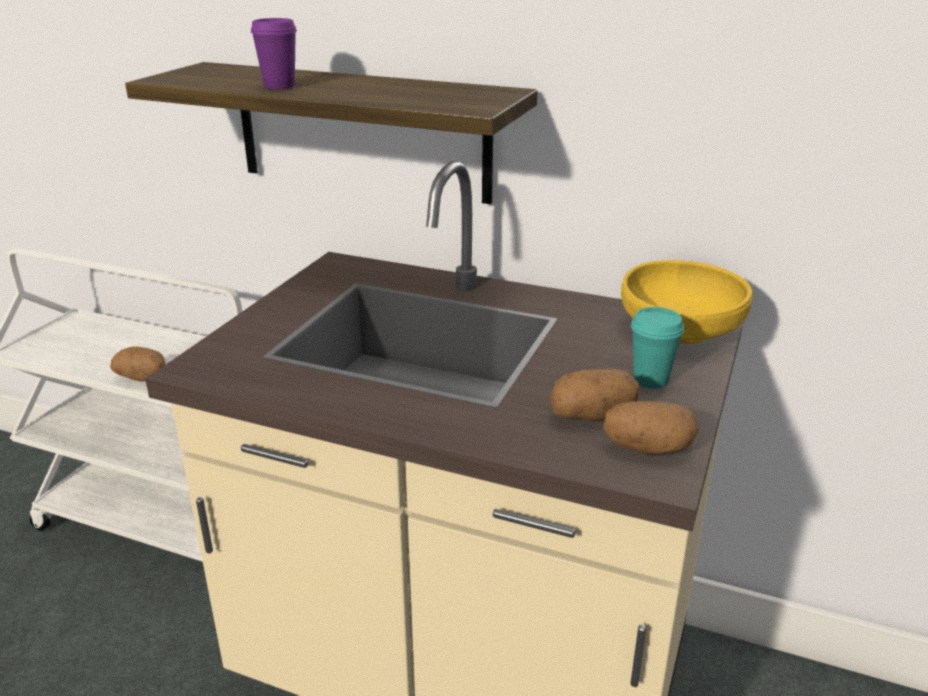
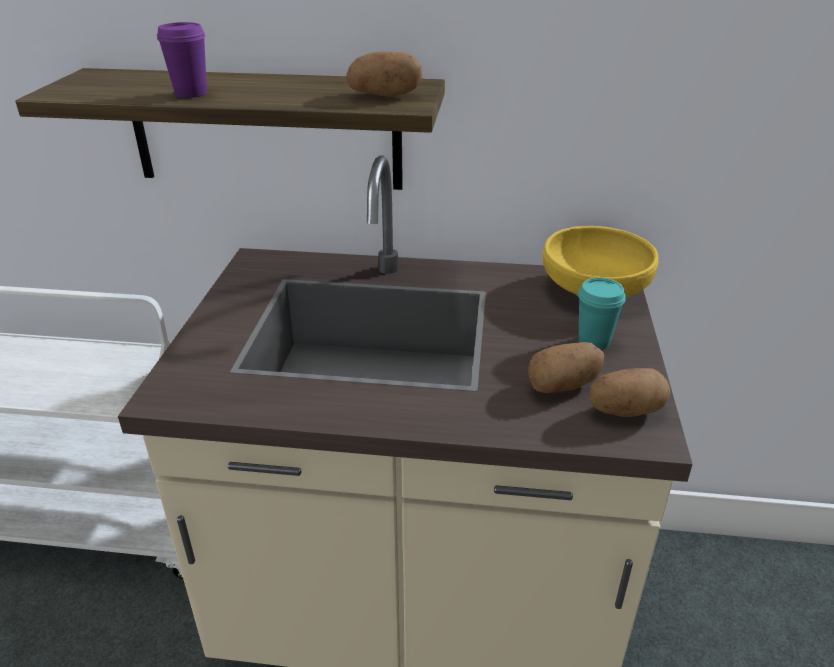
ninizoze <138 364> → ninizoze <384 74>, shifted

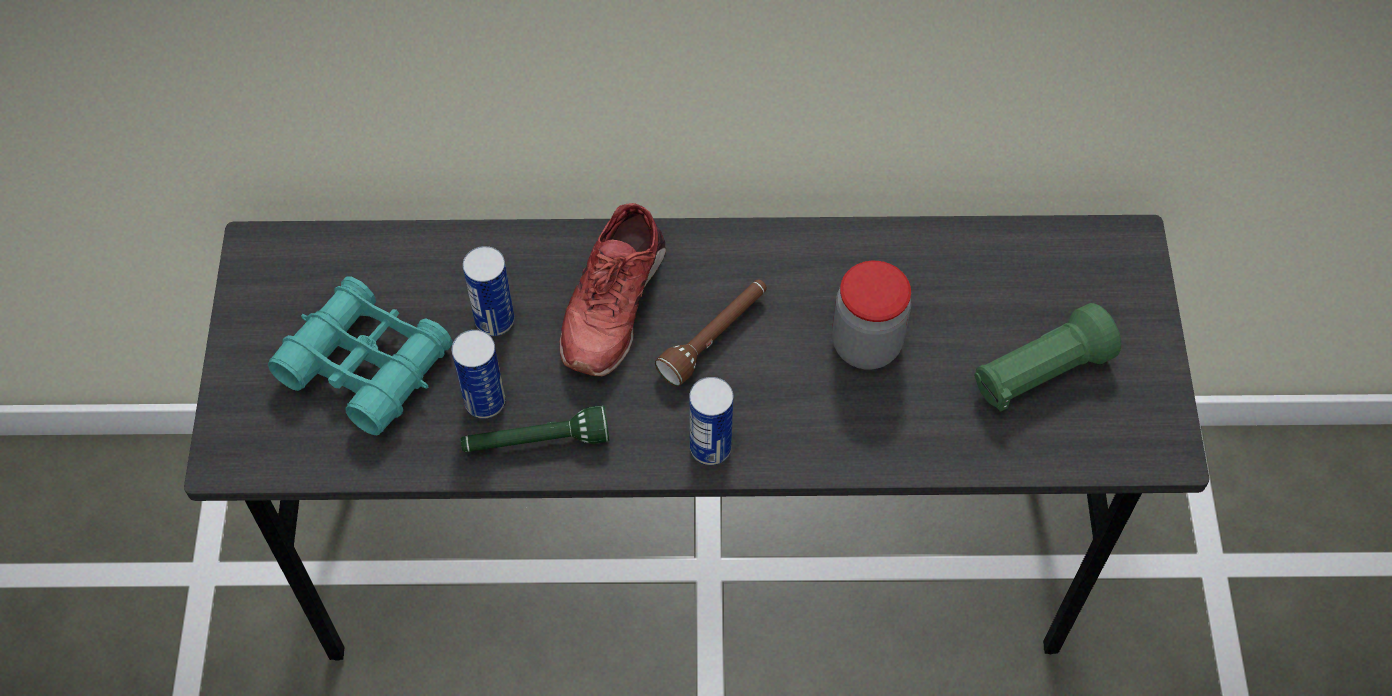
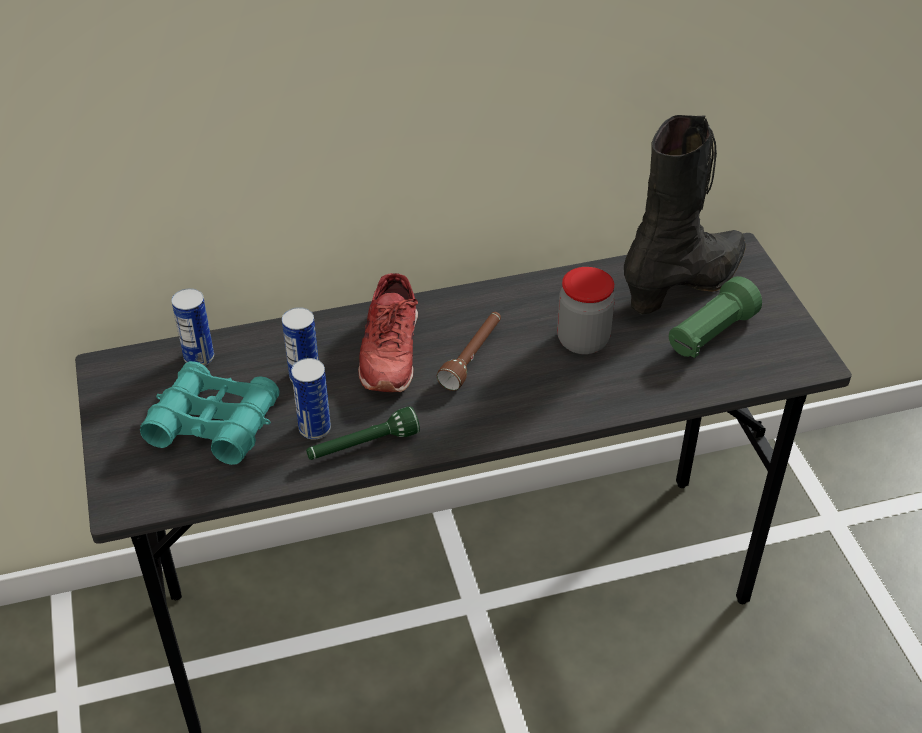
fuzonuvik <711 421> → fuzonuvik <192 327>, shifted
- → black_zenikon <685 214>

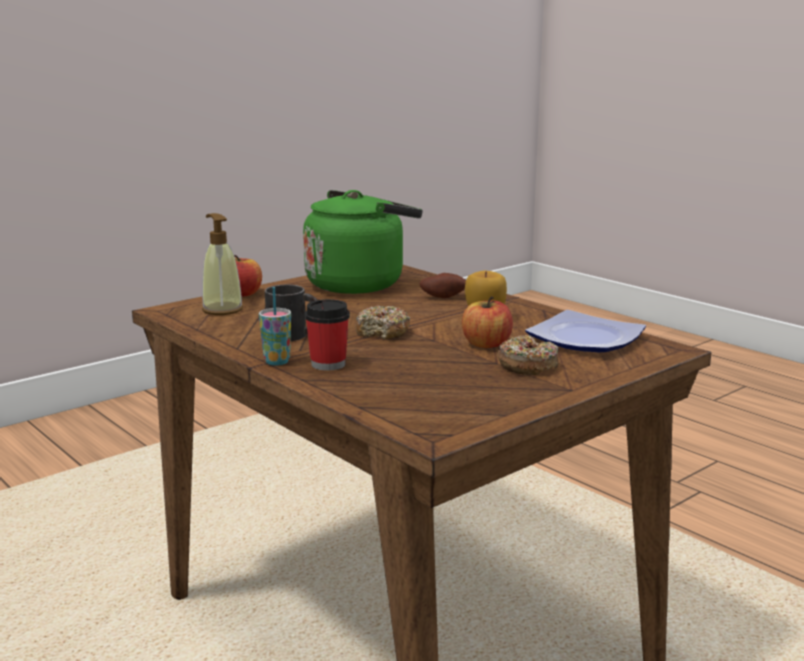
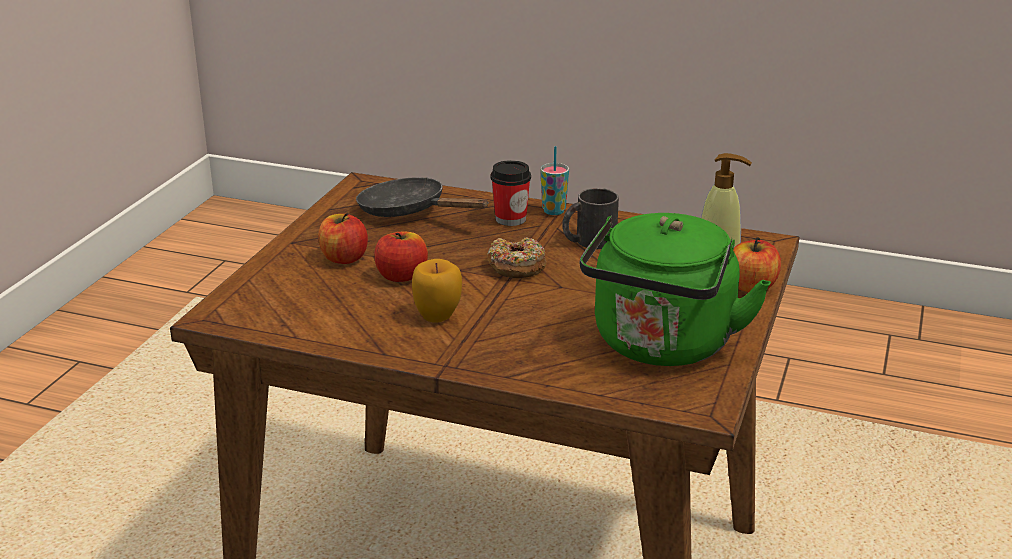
ninizoze <443 285> → -
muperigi <585 331> → -
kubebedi <528 355> → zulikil <343 238>
- → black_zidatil <422 197>

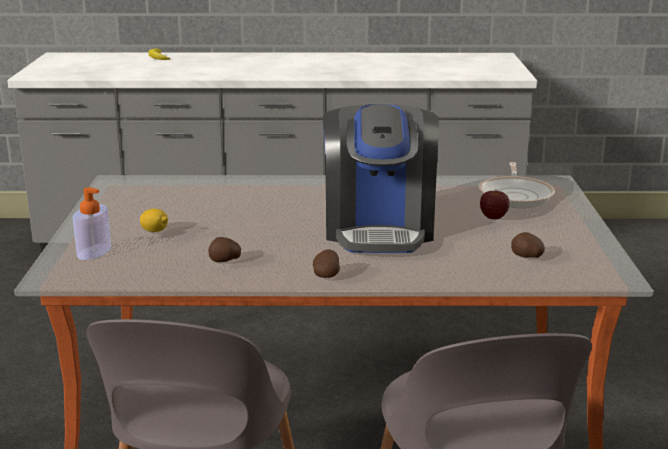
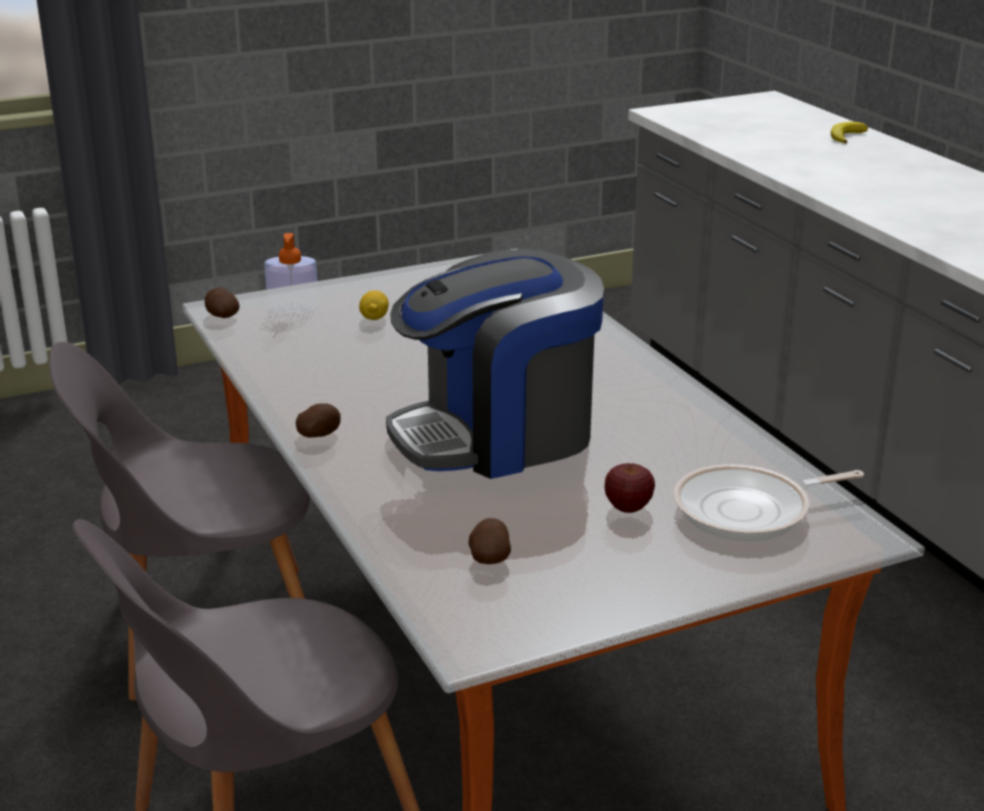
ninizoze <224 249> → ninizoze <222 303>, shifted

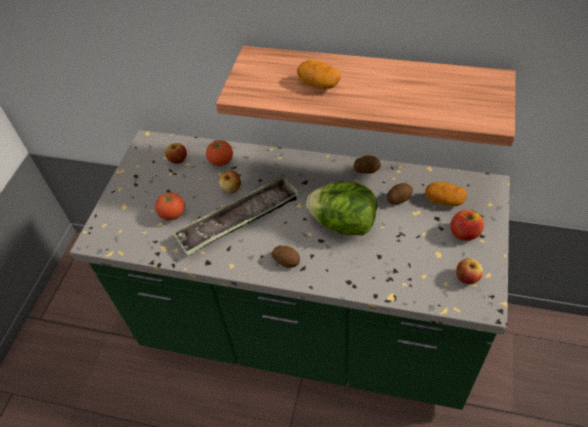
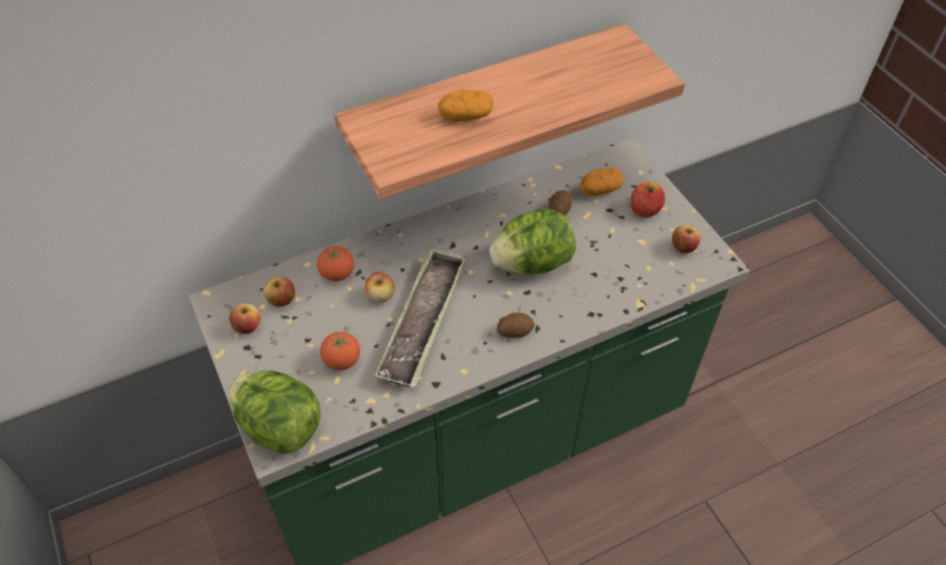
ninizoze <367 164> → -
- → zulikil <245 318>
- → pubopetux <275 412>

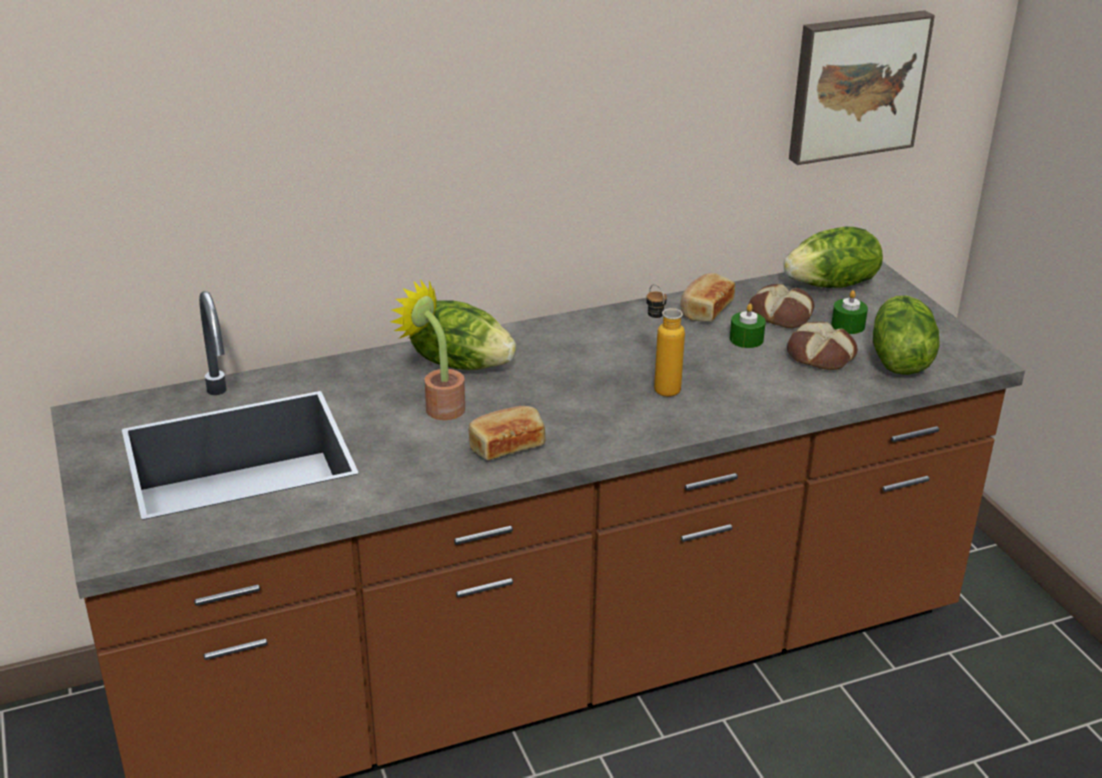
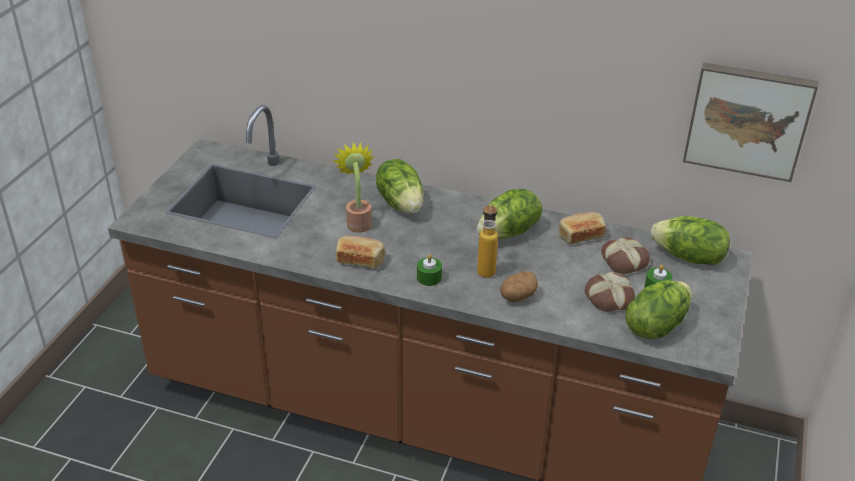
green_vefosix <748 326> → green_vefosix <429 270>, shifted
- → pubopetux <509 214>
- → ninizoze <519 286>

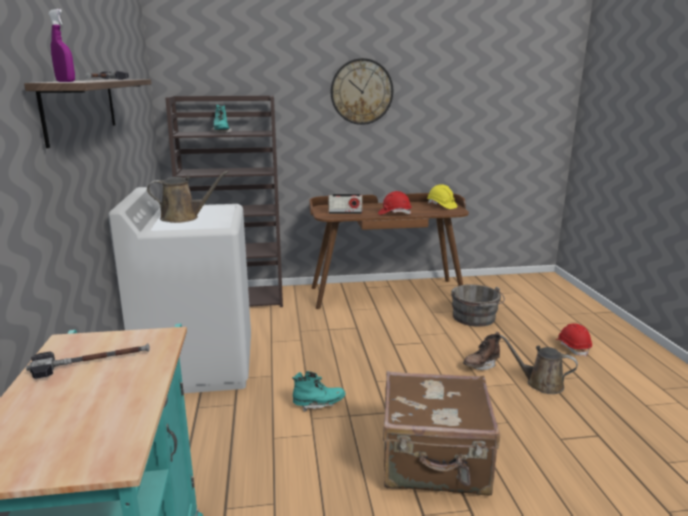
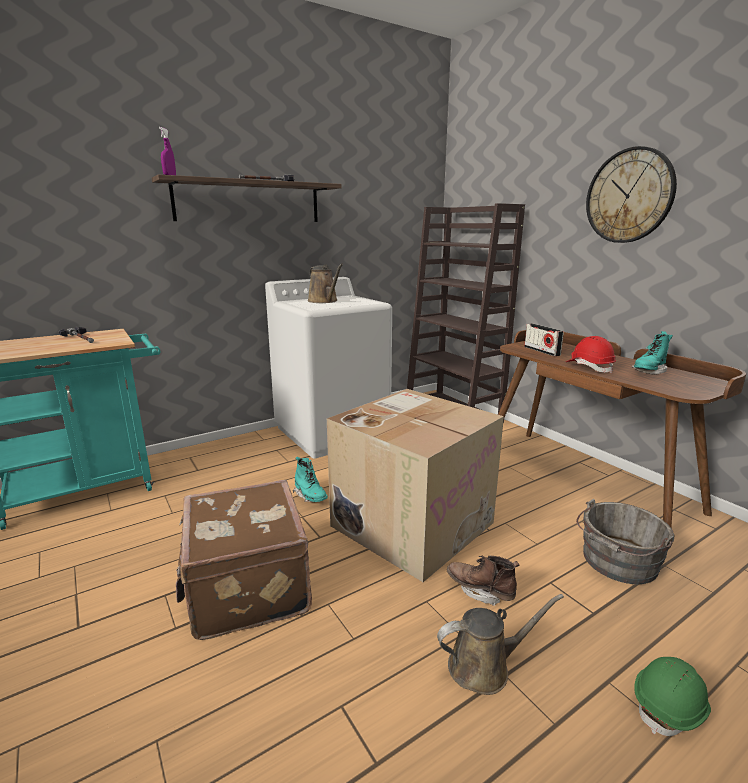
turquoise_zenikon <221 119> → turquoise_zenikon <652 352>, shifted
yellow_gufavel <442 196> → -
red_gufavel <573 340> → green_gufavel <672 696>
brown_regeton <539 364> → brown_regeton <500 644>, 75 degrees clockwise
- → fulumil <415 485>

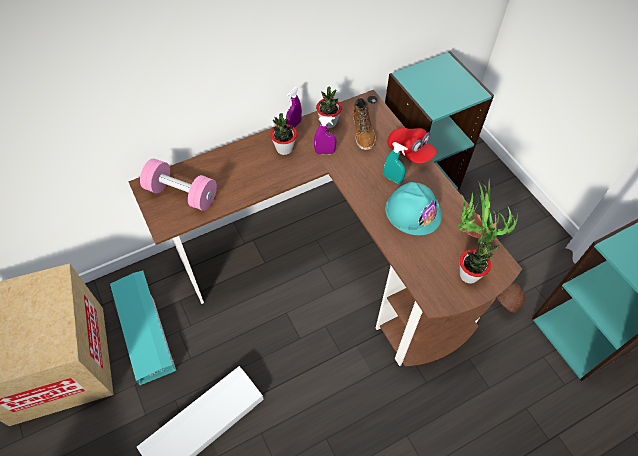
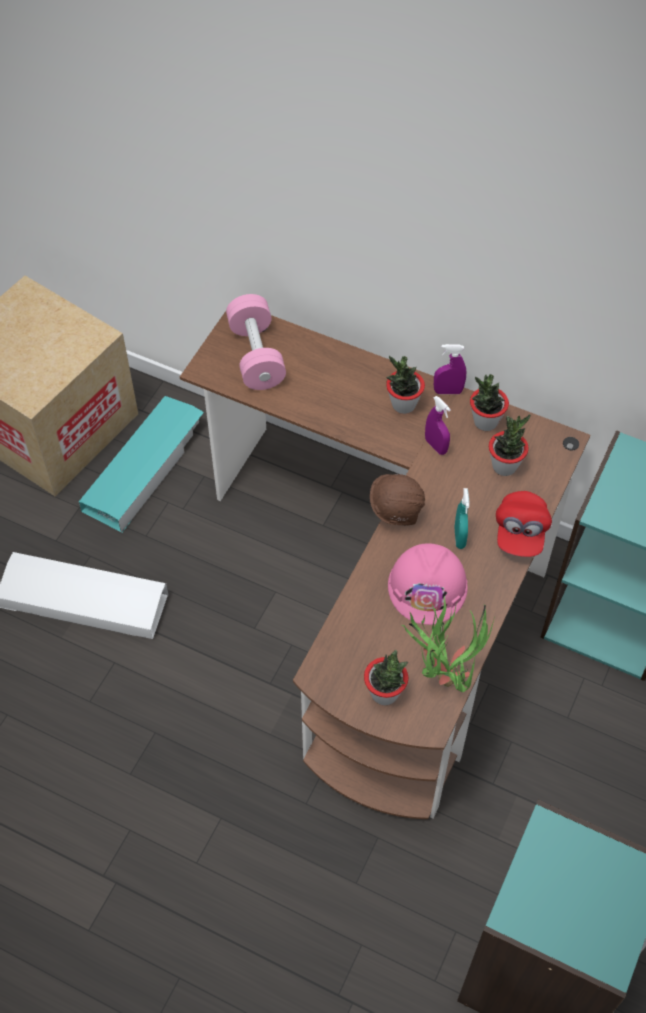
zenikon <364 124> → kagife <510 445>
turquoise_gufavel <413 208> → pink_gufavel <428 584>
brown_gufavel <511 298> → brown_gufavel <397 499>, shifted

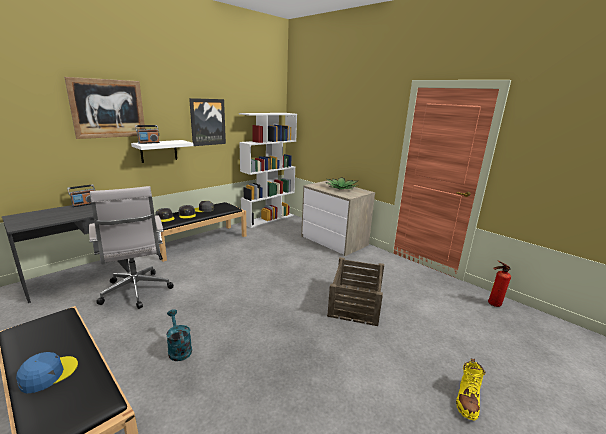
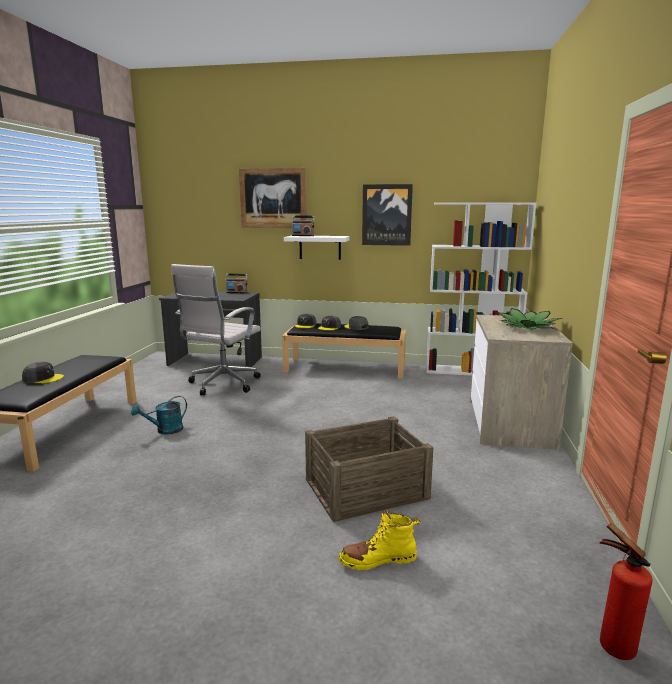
turquoise_regeton <179 335> → turquoise_regeton <159 415>, 150 degrees counterclockwise
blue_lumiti <47 372> → grey_lumiti <43 373>
yellow_zenikon <471 389> → yellow_zenikon <379 539>, shifted

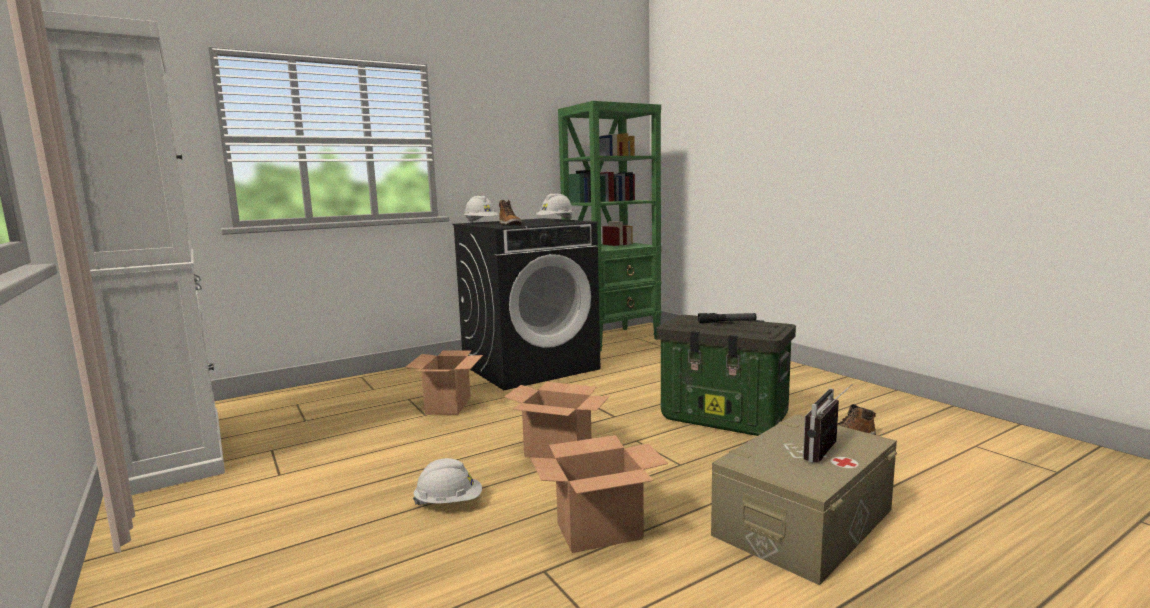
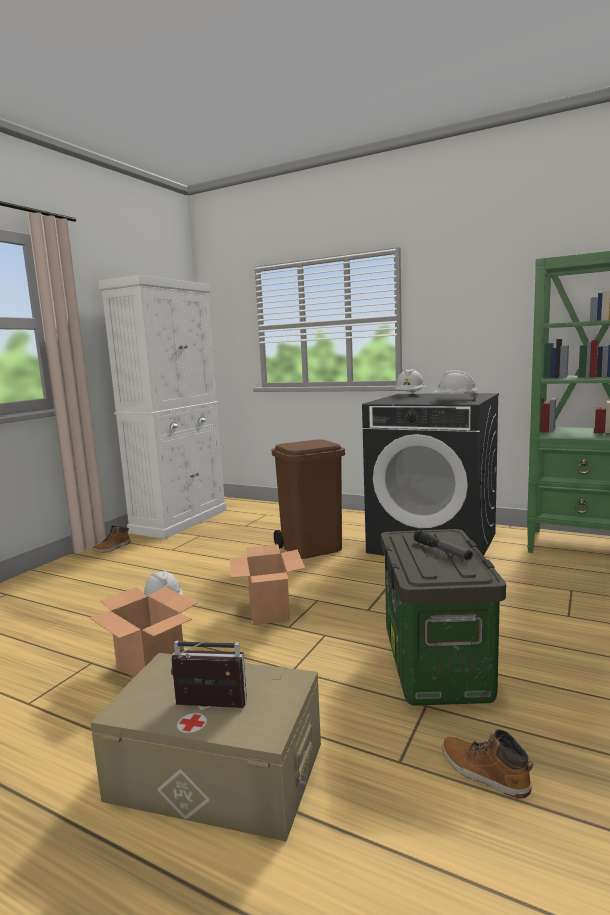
zenikon <510 212> → zenikon <111 538>, shifted
fulumil <444 383> → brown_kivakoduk <308 499>

